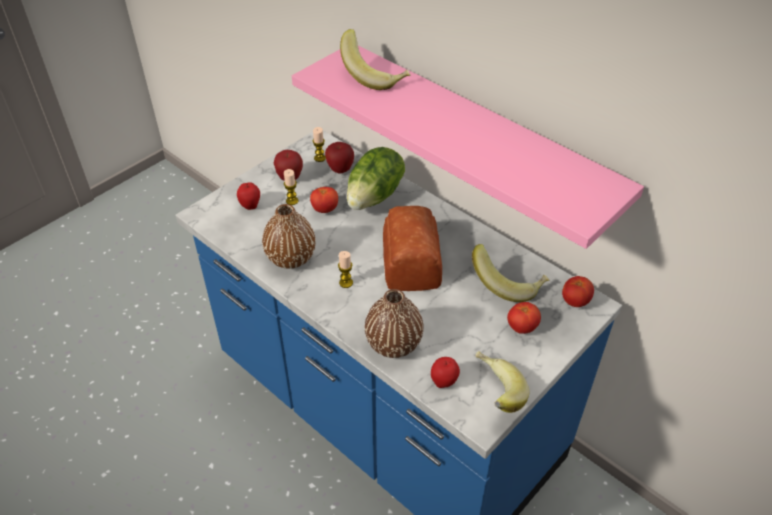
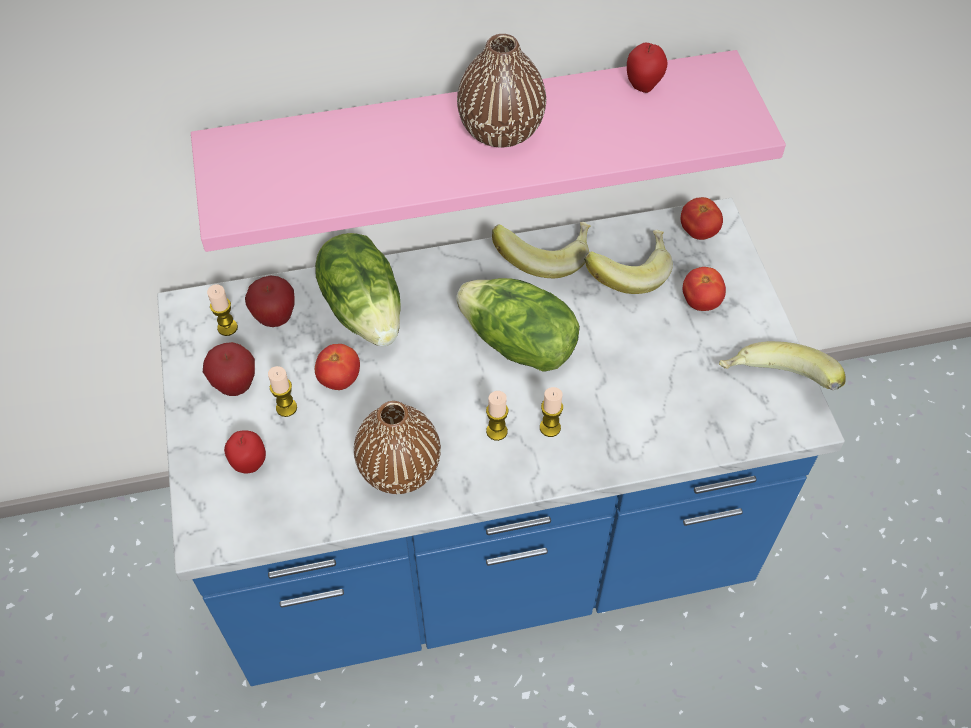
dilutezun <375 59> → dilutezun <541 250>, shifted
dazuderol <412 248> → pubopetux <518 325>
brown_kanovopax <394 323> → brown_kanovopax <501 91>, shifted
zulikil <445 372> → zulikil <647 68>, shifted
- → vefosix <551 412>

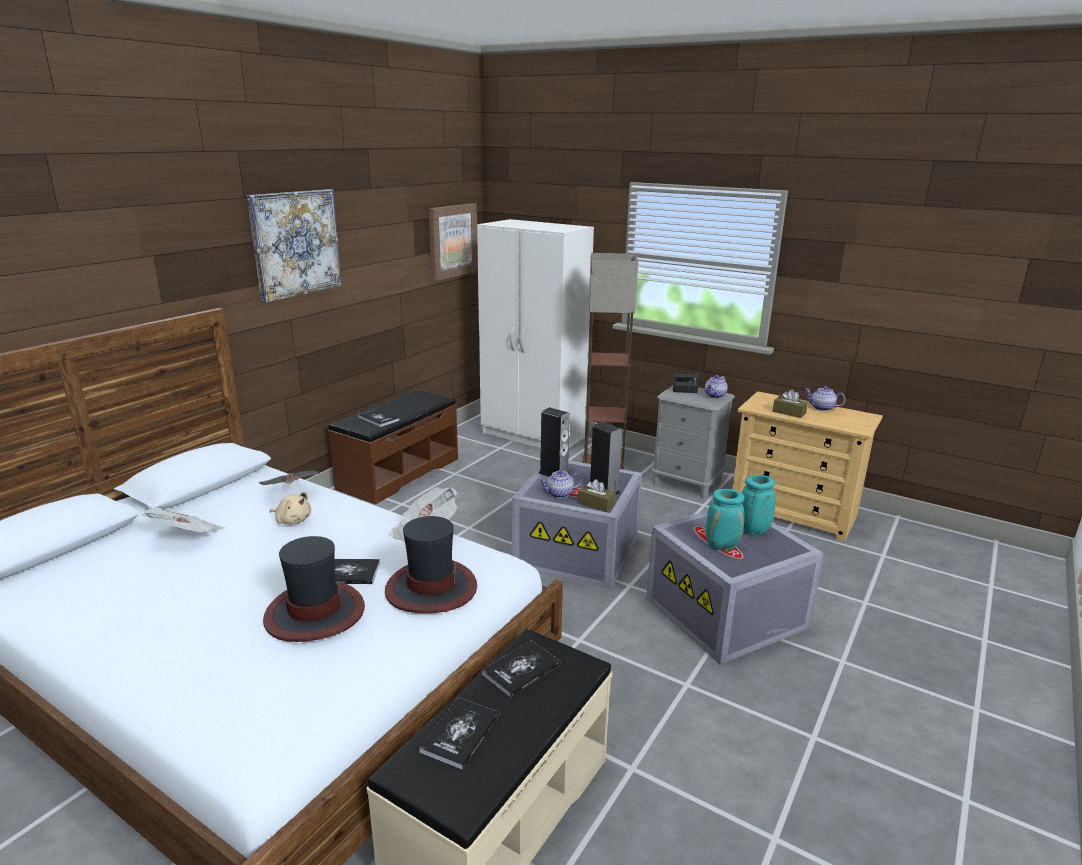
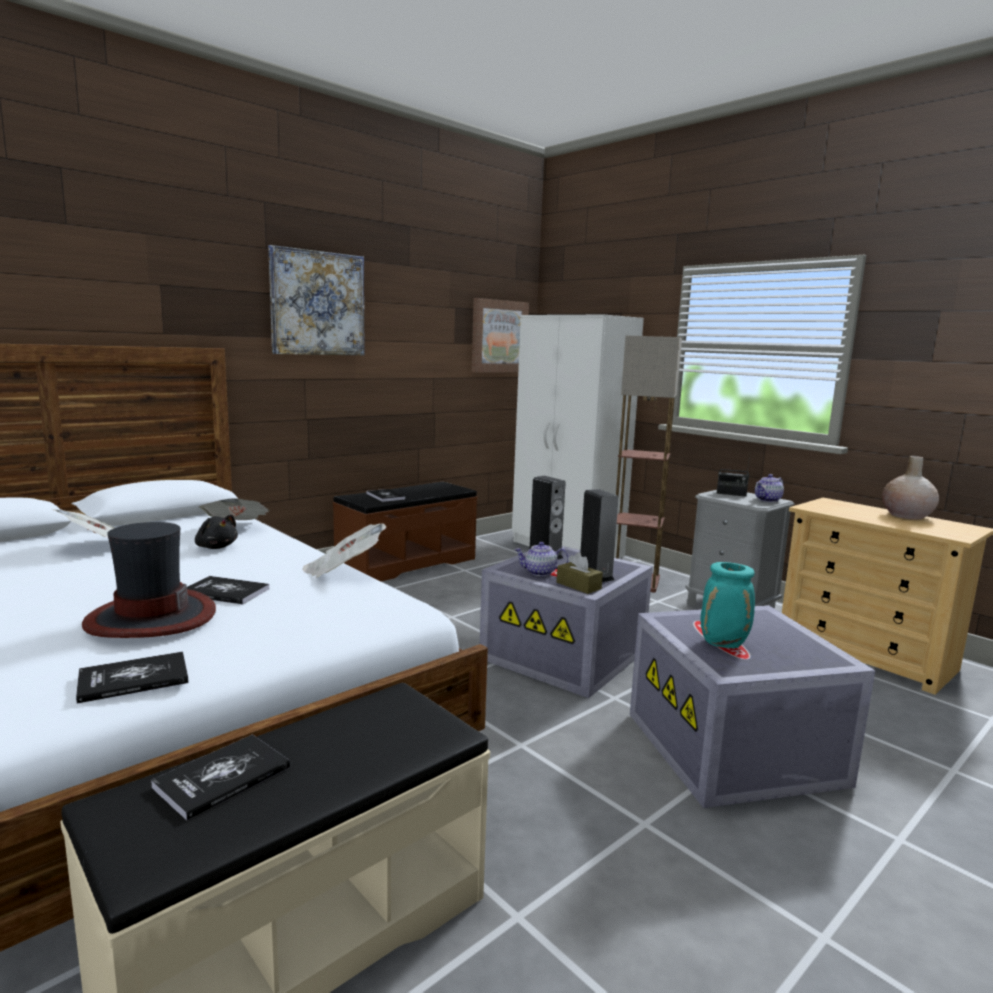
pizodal <825 398> → beige_kanovopax <910 488>
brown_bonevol <790 403> → -
turquoise_kanovopax <758 505> → -
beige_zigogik <290 508> → black_zigogik <216 532>
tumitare <431 564> → -
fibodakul <521 669> → fibodakul <132 677>, shifted

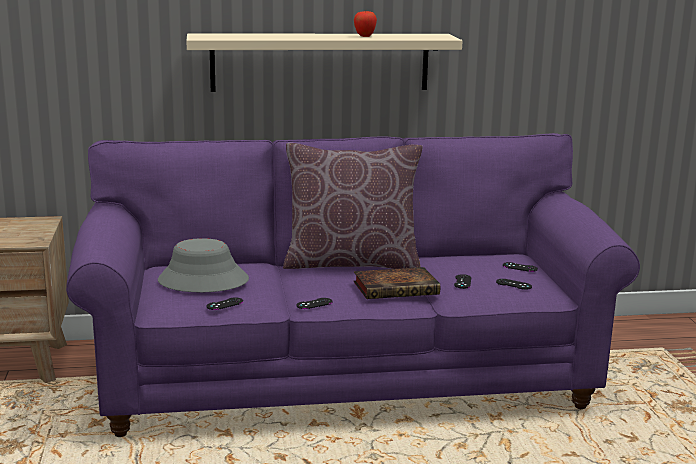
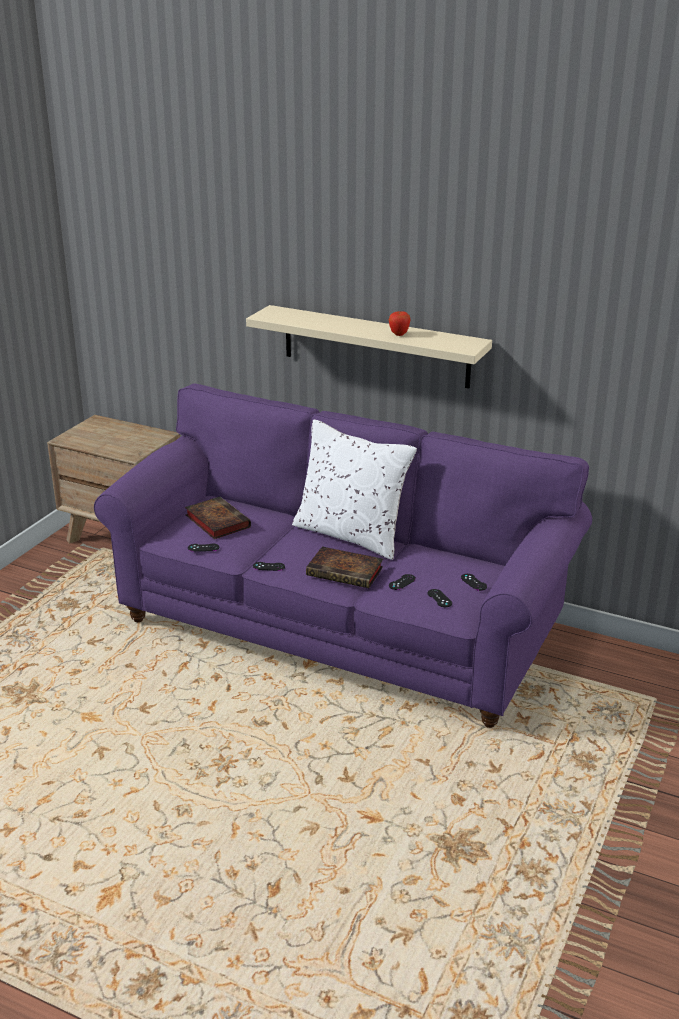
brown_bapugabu <353 206> → white_bapugabu <354 489>
grey_tumitare <203 265> → fibodakul <218 518>

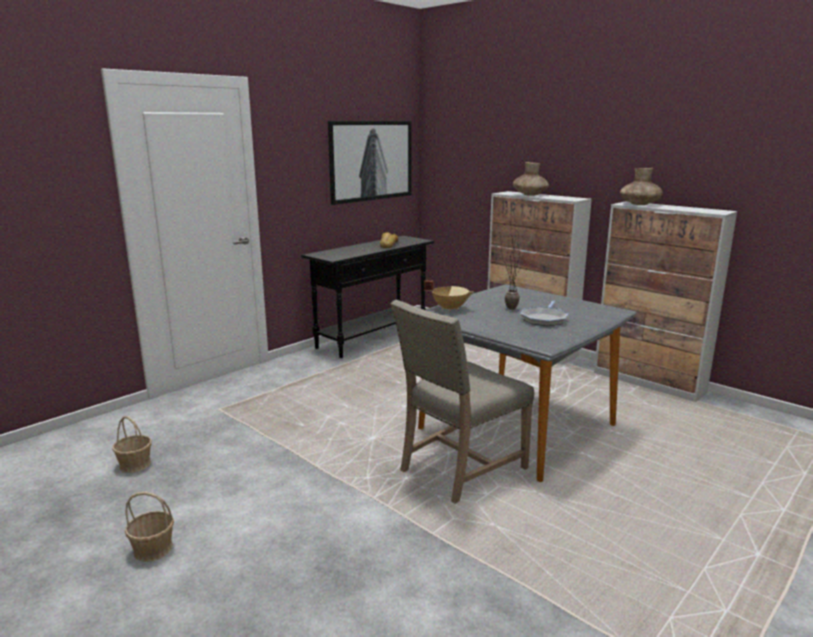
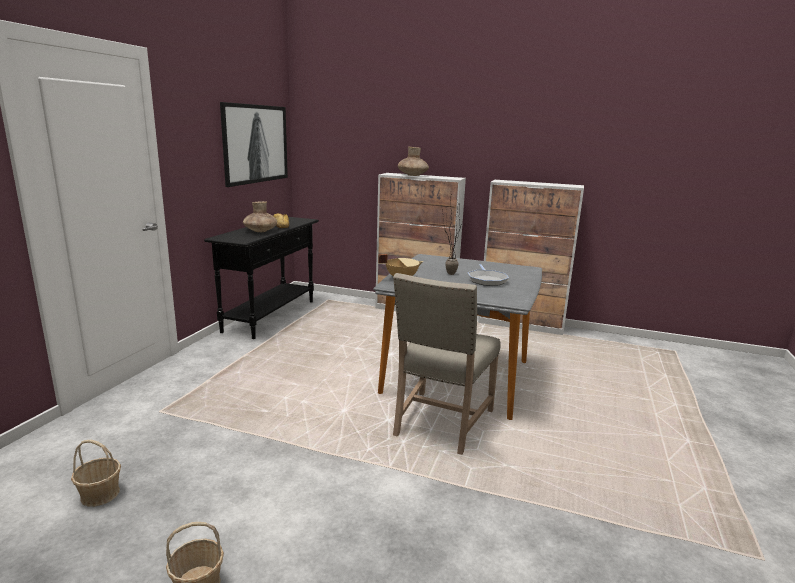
brown_kanovopax <641 186> → brown_kanovopax <260 216>, shifted

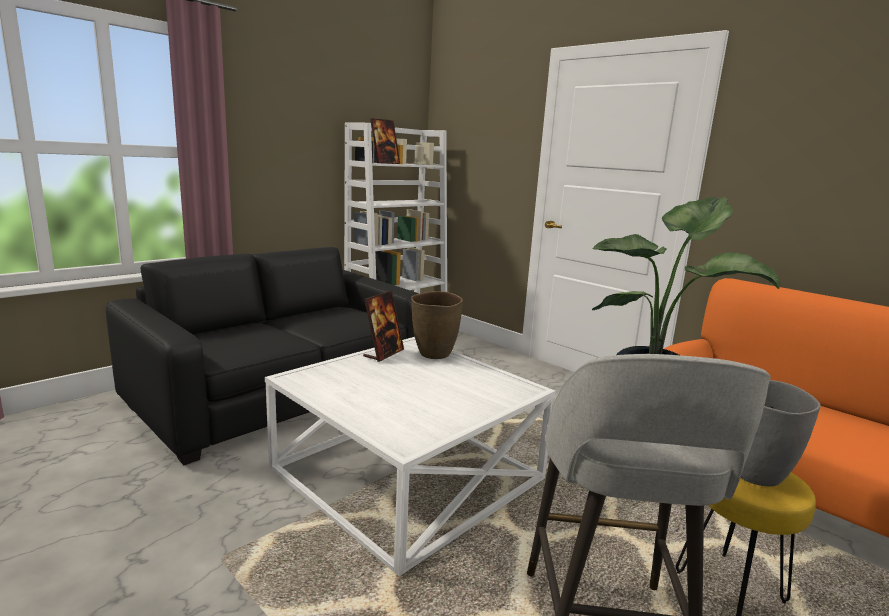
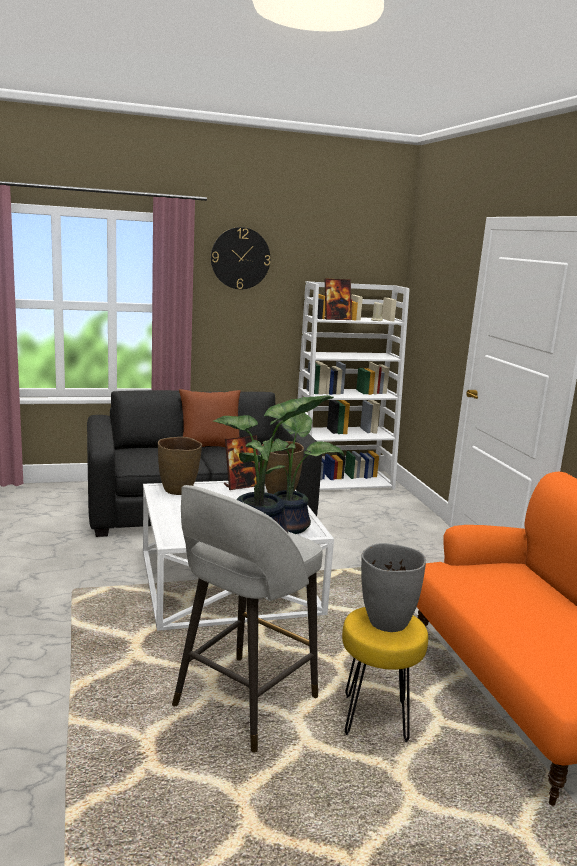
- → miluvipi <240 258>
- → brown_bapugabu <210 418>
- → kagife <305 473>
- → brown_kanovopax <180 466>

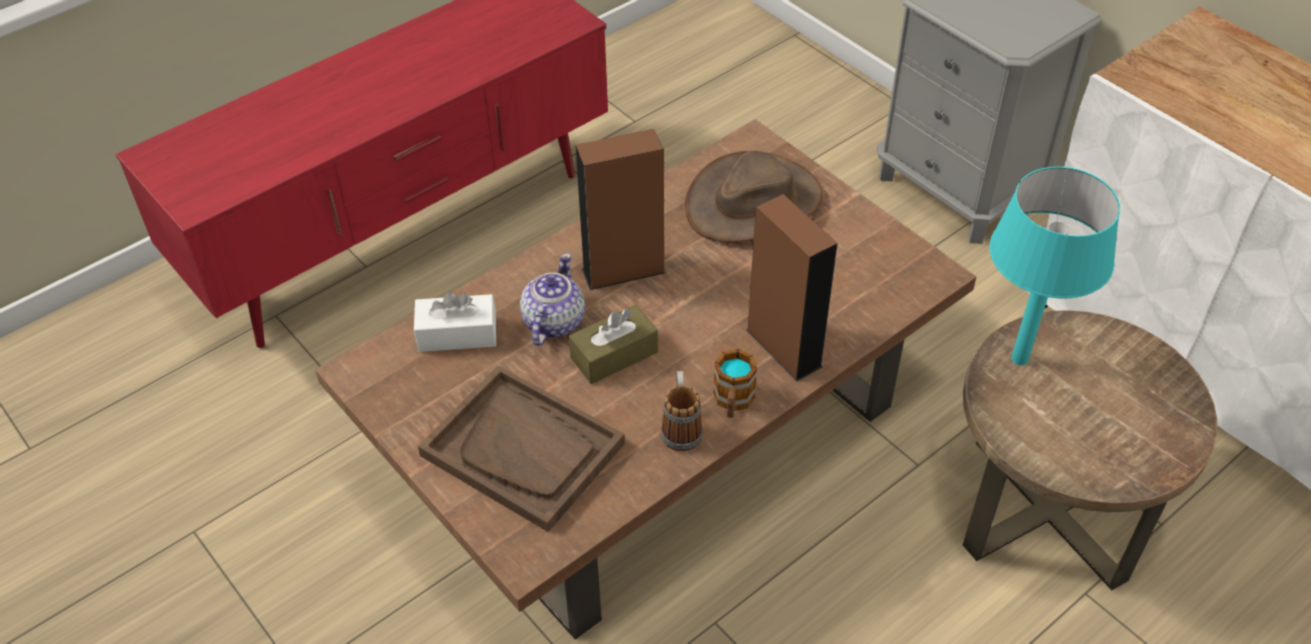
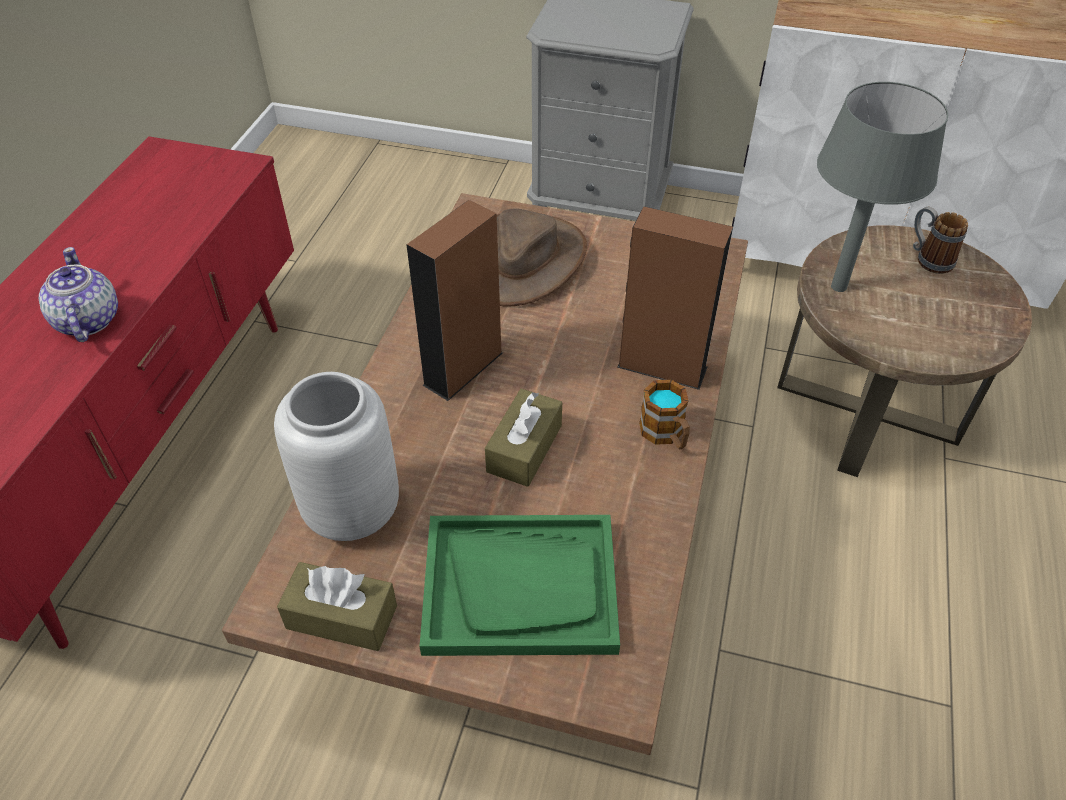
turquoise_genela <1054 266> → grey_genela <882 187>
pizodal <552 299> → pizodal <78 294>, shifted
white_bonevol <455 321> → grey_kanovopax <336 456>
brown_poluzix <521 448> → green_poluzix <520 585>
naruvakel <682 411> → naruvakel <940 240>, shifted
- → brown_bonevol <337 606>

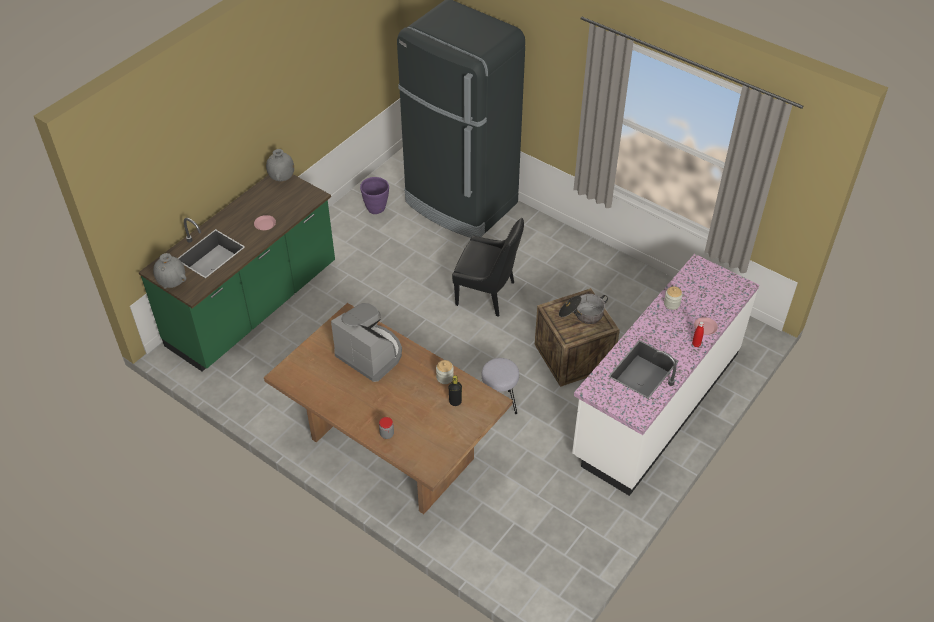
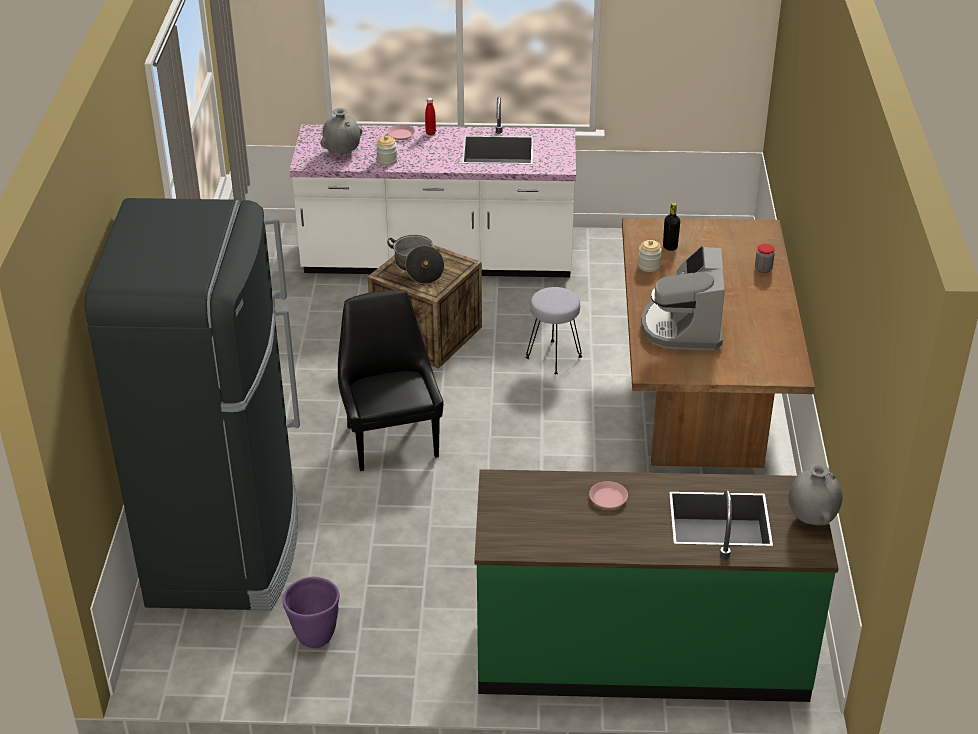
grey_kanovopax <280 165> → grey_kanovopax <341 131>, shifted

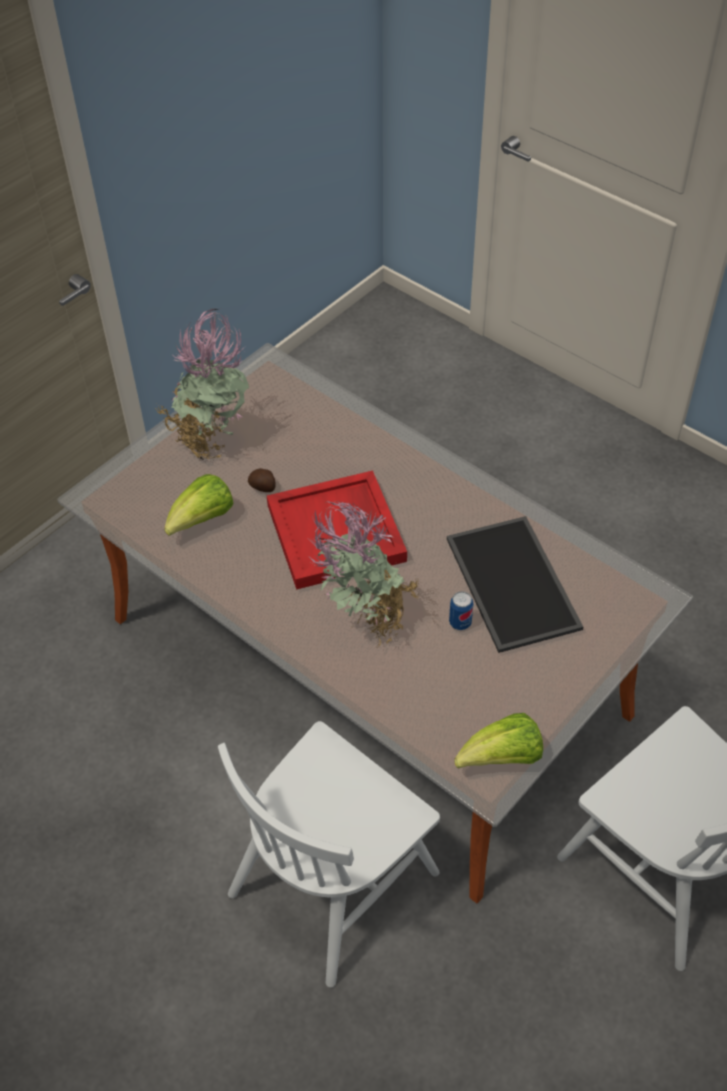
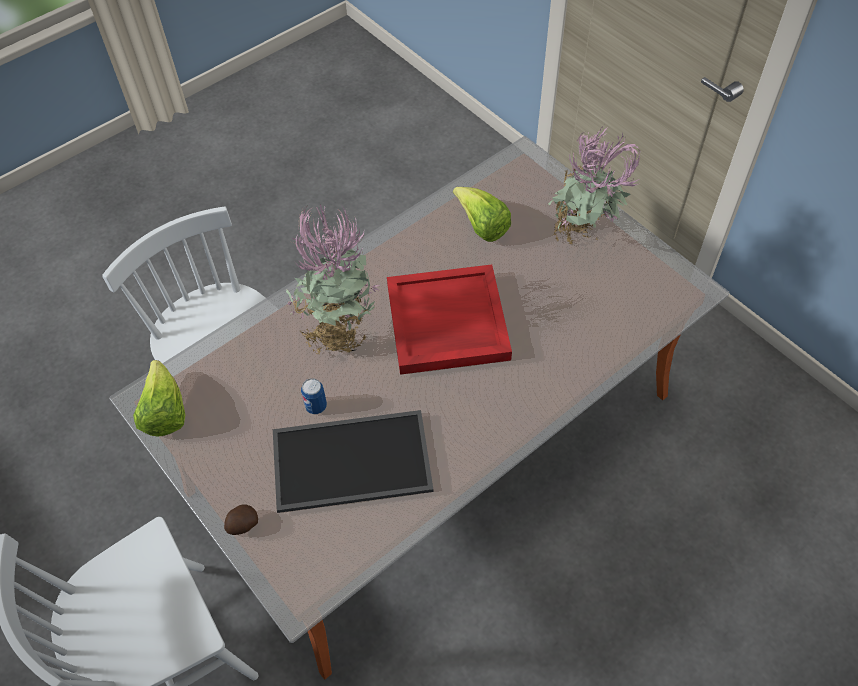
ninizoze <262 480> → ninizoze <241 519>, shifted

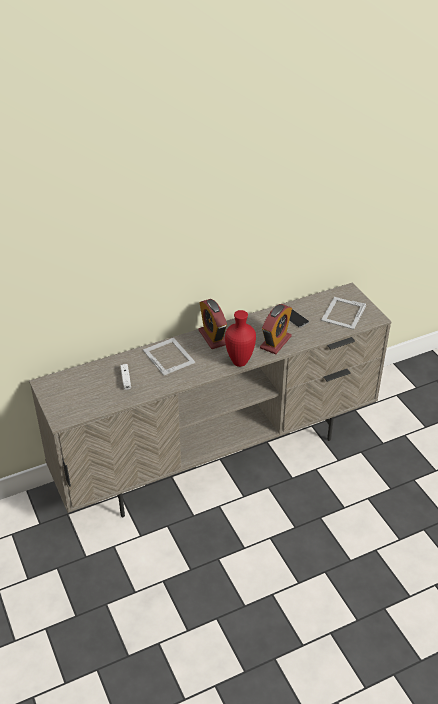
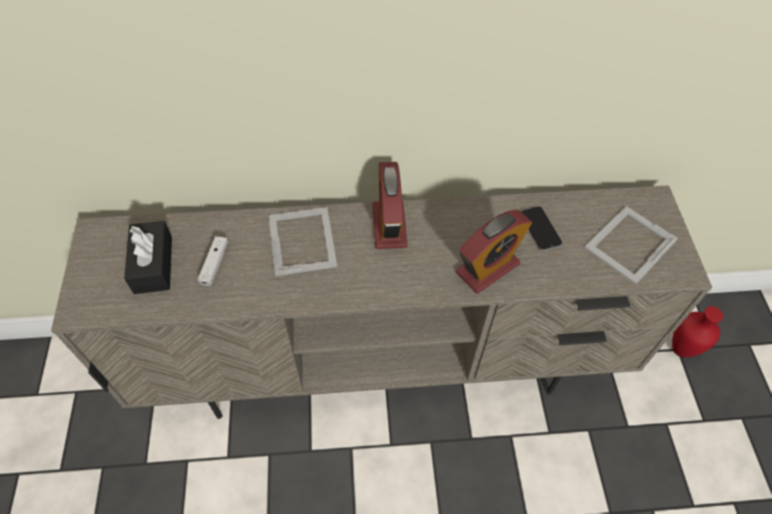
red_kanovopax <240 338> → red_kanovopax <697 331>, shifted
- → black_bonevol <148 257>

